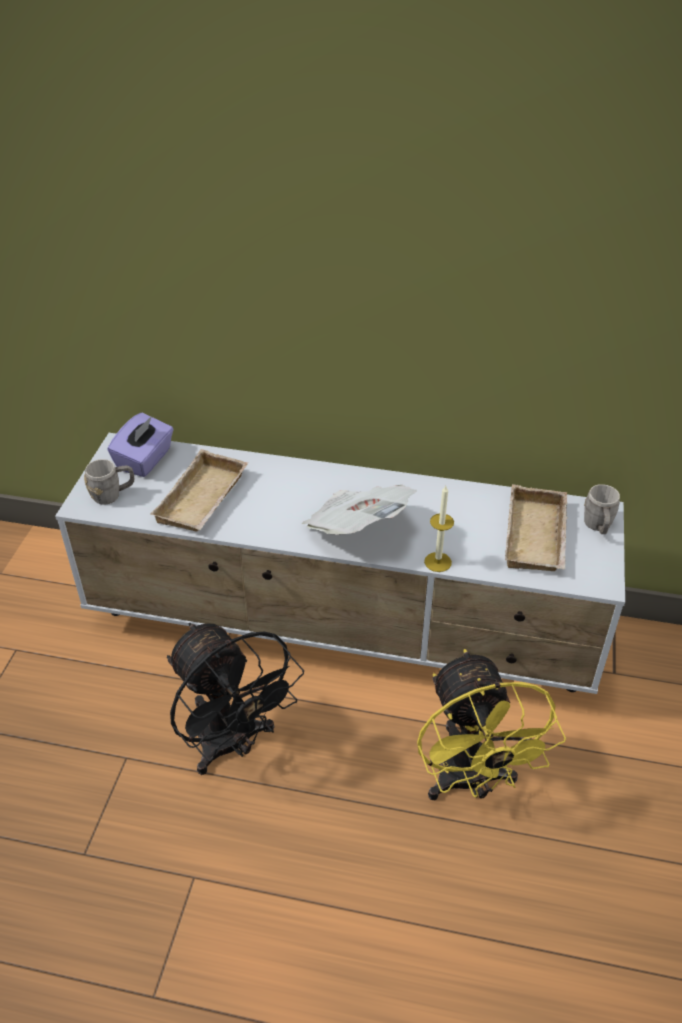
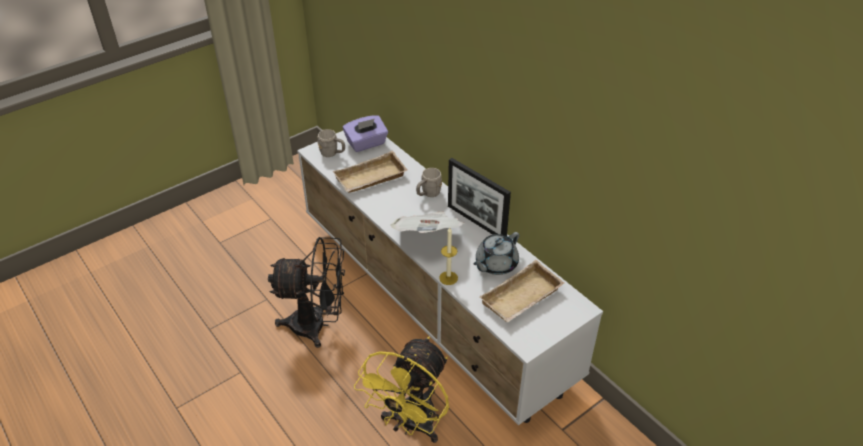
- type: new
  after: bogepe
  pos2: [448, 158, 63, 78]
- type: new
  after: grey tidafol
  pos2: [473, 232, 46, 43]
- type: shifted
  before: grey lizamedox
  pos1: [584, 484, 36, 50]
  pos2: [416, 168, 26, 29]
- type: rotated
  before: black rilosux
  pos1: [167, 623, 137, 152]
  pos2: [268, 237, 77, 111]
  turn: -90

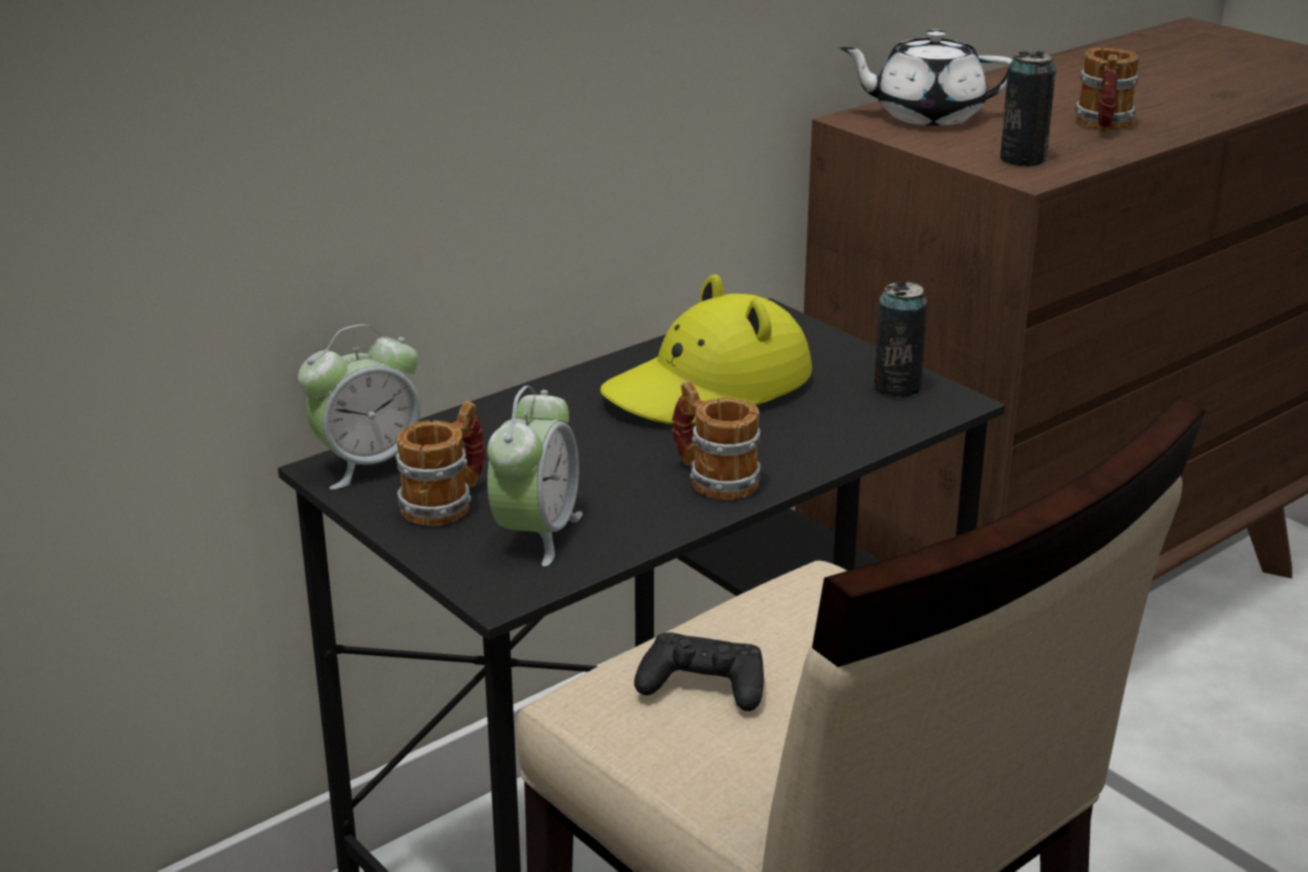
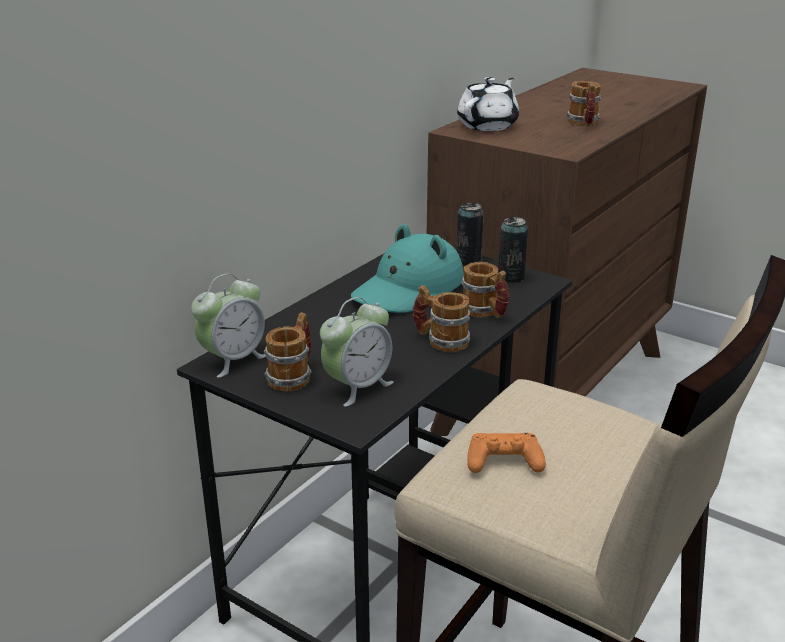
- type: new
  after: lizamedox
  pos2: [461, 262, 48, 56]
- type: shifted
  before: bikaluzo
  pos1: [1000, 51, 56, 116]
  pos2: [457, 203, 27, 63]
- type: repainted
  before: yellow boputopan
  after: turquoise boputopan
  pos1: [600, 274, 212, 150]
  pos2: [351, 224, 113, 89]
- type: repainted
  before: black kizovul
  after: orange kizovul
  pos1: [634, 632, 130, 79]
  pos2: [467, 433, 79, 40]
- type: rotated
  before: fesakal
  pos1: [487, 386, 96, 181]
  pos2: [320, 297, 74, 110]
  turn: 45
- type: rotated
  before: white tidafol
  pos1: [840, 29, 172, 97]
  pos2: [457, 77, 62, 54]
  turn: 135

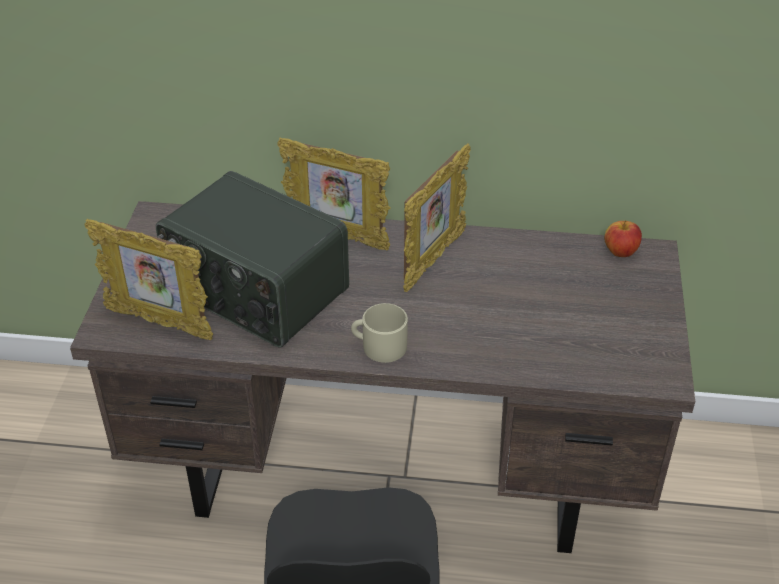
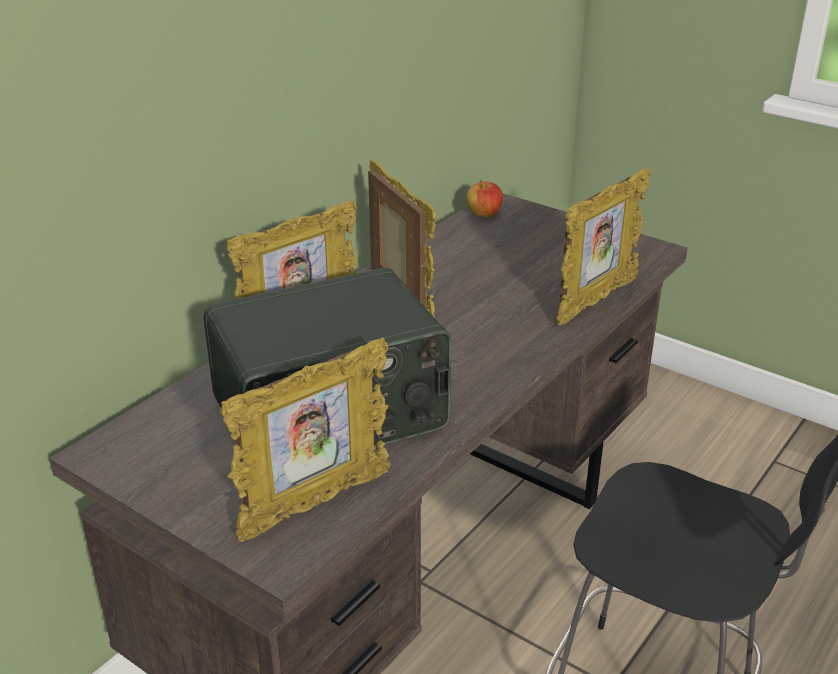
- type: gone
  before: beige lizamedox
  pos1: [351, 303, 57, 60]
- type: new
  after: bogepe
  pos2: [557, 168, 94, 157]

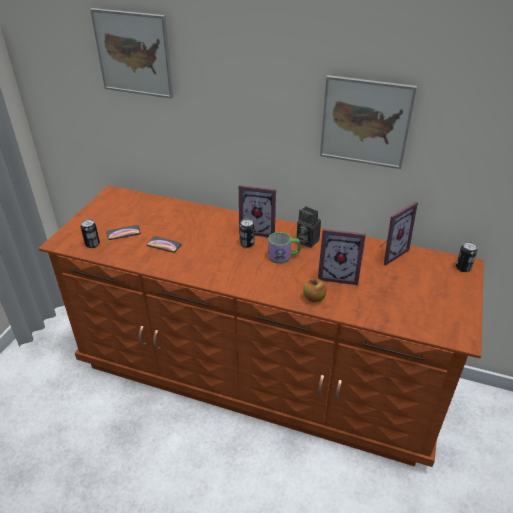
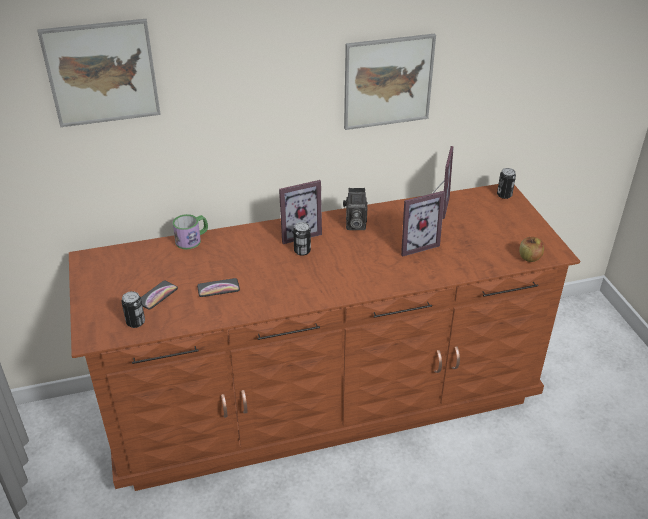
- type: shifted
  before: lizamedox
  pos1: [268, 232, 32, 32]
  pos2: [173, 214, 35, 35]
- type: shifted
  before: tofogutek
  pos1: [303, 278, 24, 25]
  pos2: [519, 237, 25, 25]

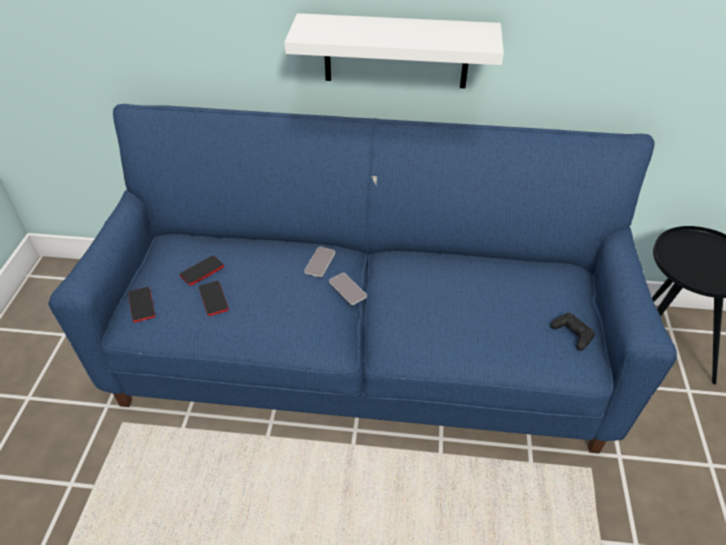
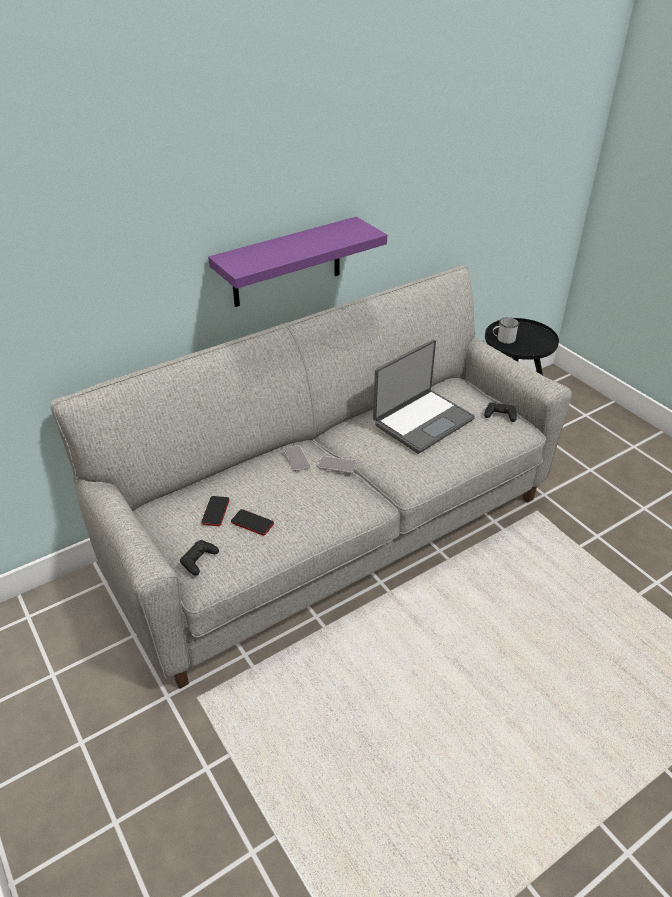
- type: new
  after: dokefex
  pos2: [373, 340, 102, 114]
- type: new
  after: white lizamedox
  pos2: [493, 317, 26, 27]
- type: swapped
  before: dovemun
  after: black kizovul
  pos1: [128, 287, 27, 36]
  pos2: [180, 540, 39, 36]
- type: repainted
  before: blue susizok
  after: grey susizok
  pos1: [48, 104, 629, 349]
  pos2: [50, 265, 522, 424]
- type: repainted
  before: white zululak
  after: purple zululak
  pos1: [284, 13, 220, 75]
  pos2: [208, 217, 179, 90]

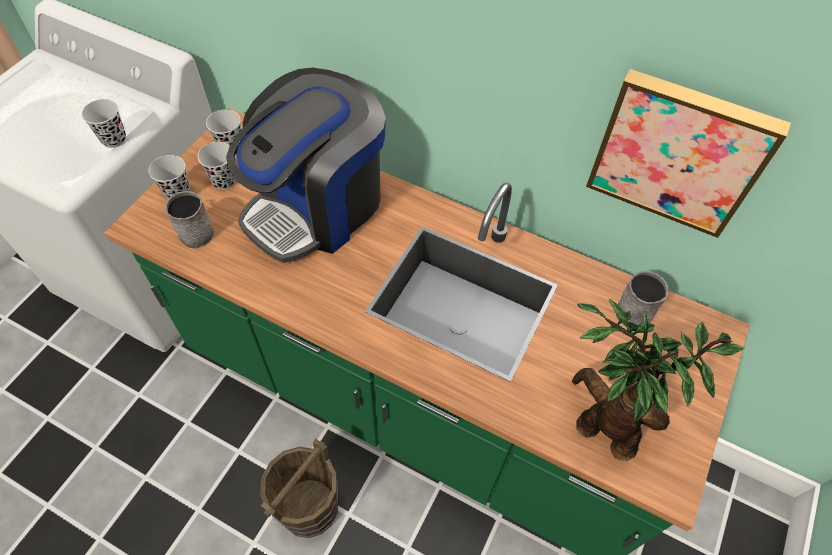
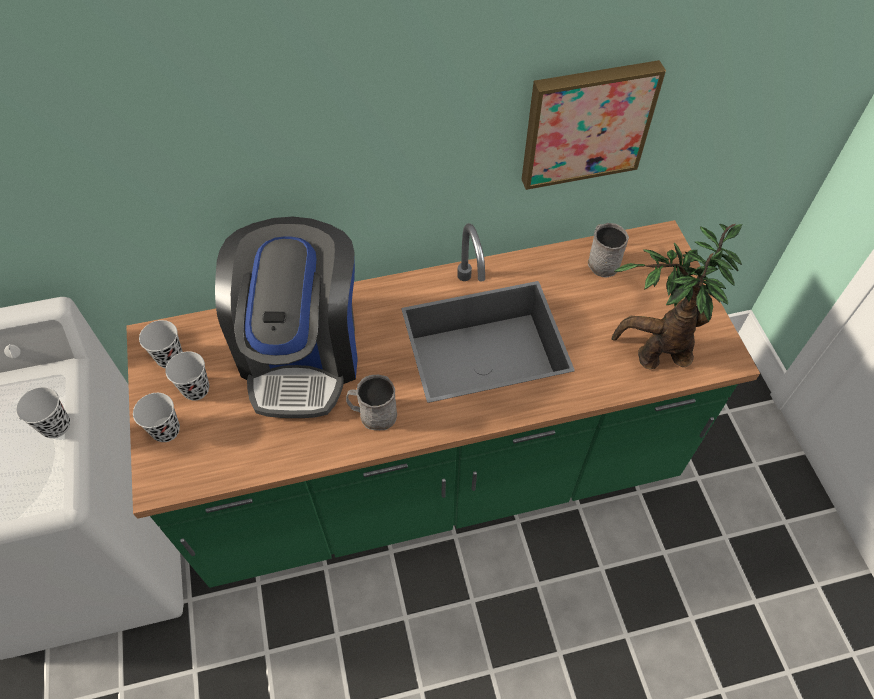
- type: gone
  before: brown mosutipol
  pos1: [260, 438, 78, 100]
- type: shifted
  before: grey lizamedox
  pos1: [165, 191, 49, 57]
  pos2: [346, 375, 51, 55]

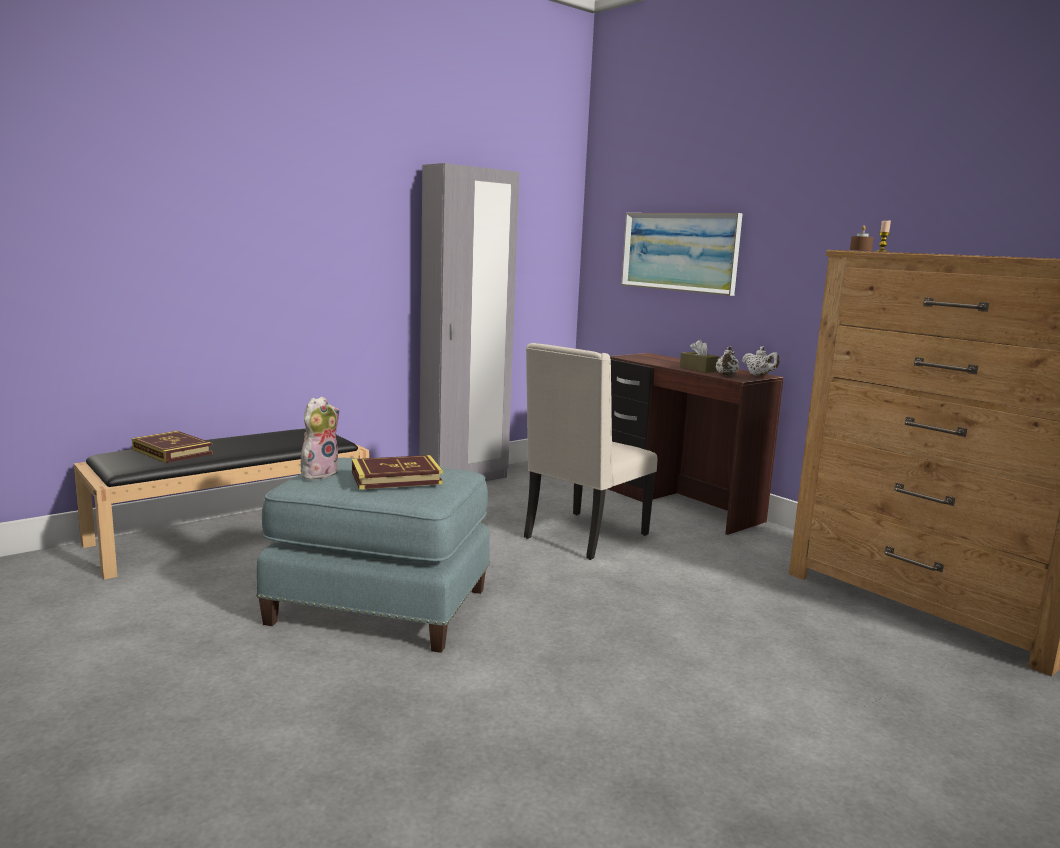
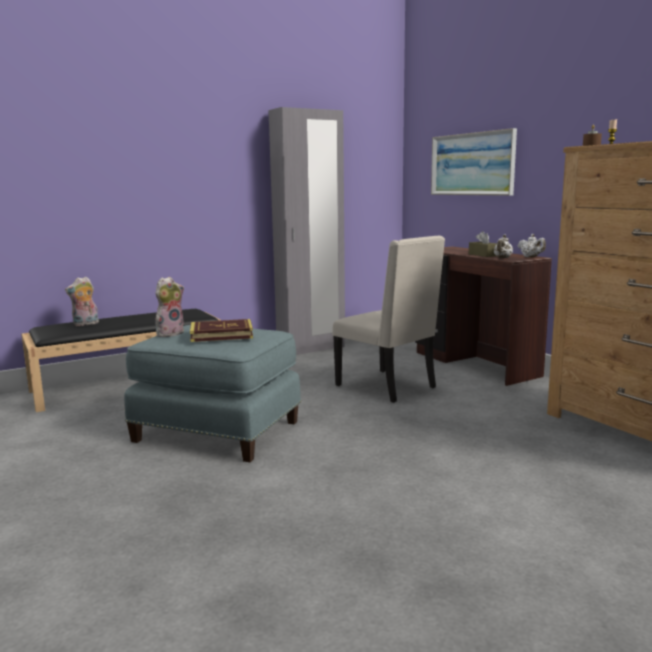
- type: swapped
  before: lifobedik
  after: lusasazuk
  pos1: [132, 431, 81, 32]
  pos2: [65, 276, 34, 50]
- type: rotated
  before: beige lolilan
  pos1: [524, 343, 133, 217]
  pos2: [333, 236, 112, 167]
  turn: -90

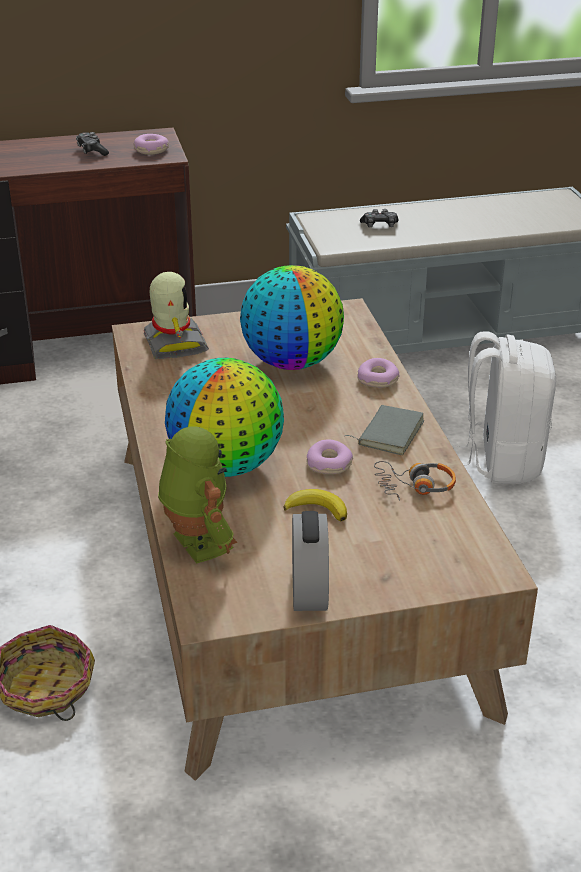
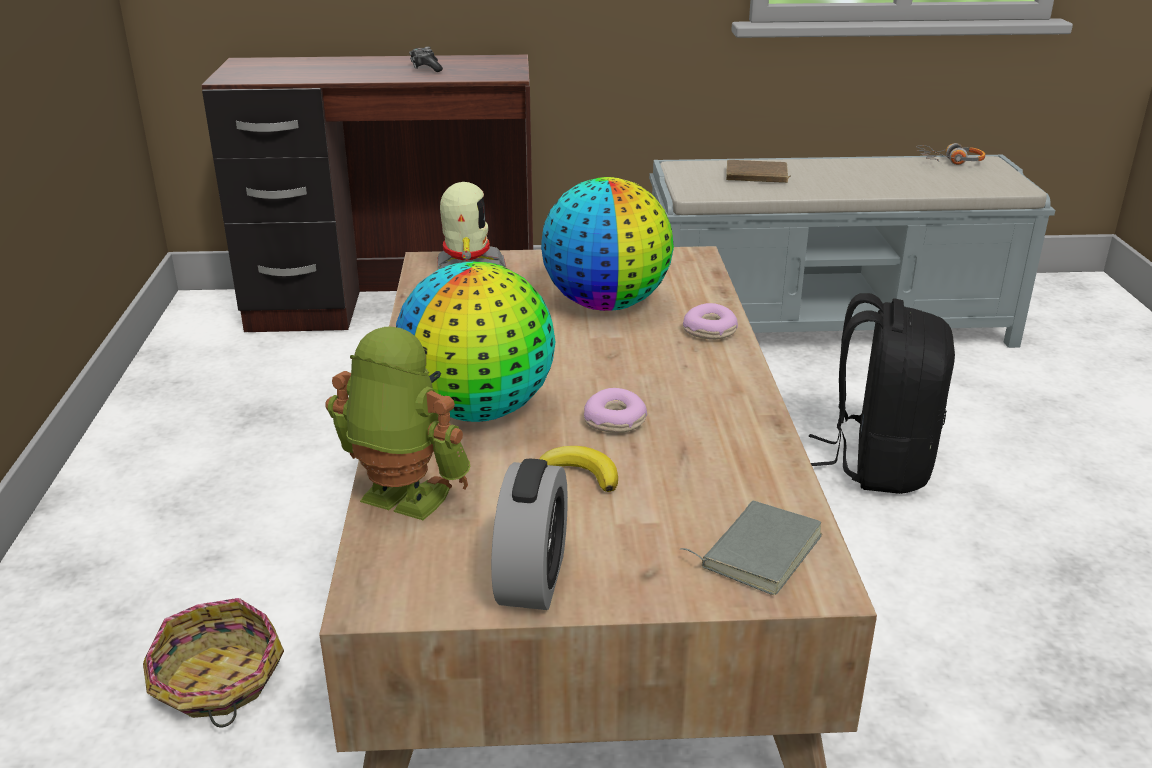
- type: gone
  before: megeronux
  pos1: [134, 134, 35, 21]
- type: shifted
  before: grey lifobedik
  pos1: [345, 405, 79, 50]
  pos2: [679, 501, 143, 94]
- type: shifted
  before: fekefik
  pos1: [374, 461, 82, 40]
  pos2: [916, 143, 69, 22]
- type: swapped
  before: kizovul
  after: brown lifobedik
  pos1: [360, 209, 39, 18]
  pos2: [726, 160, 65, 23]
- type: repainted
  before: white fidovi
  after: black fidovi
  pos1: [450, 331, 106, 153]
  pos2: [809, 293, 146, 201]
- type: rotated
  before: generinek
  pos1: [158, 426, 80, 137]
  pos2: [325, 326, 145, 194]
  turn: -45

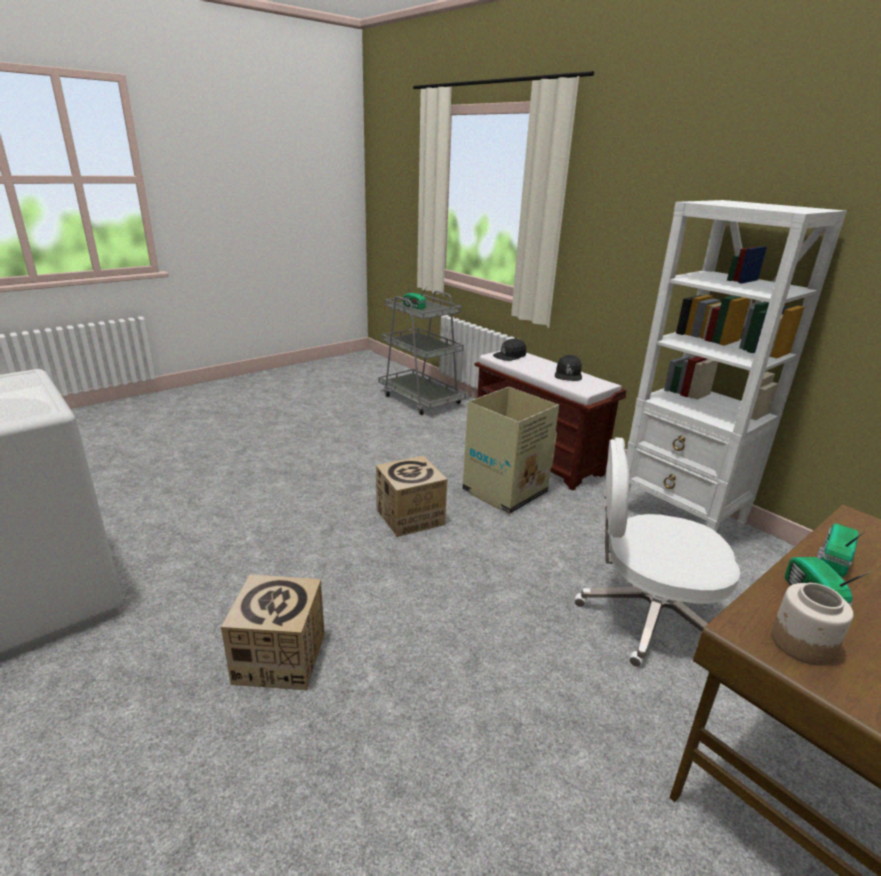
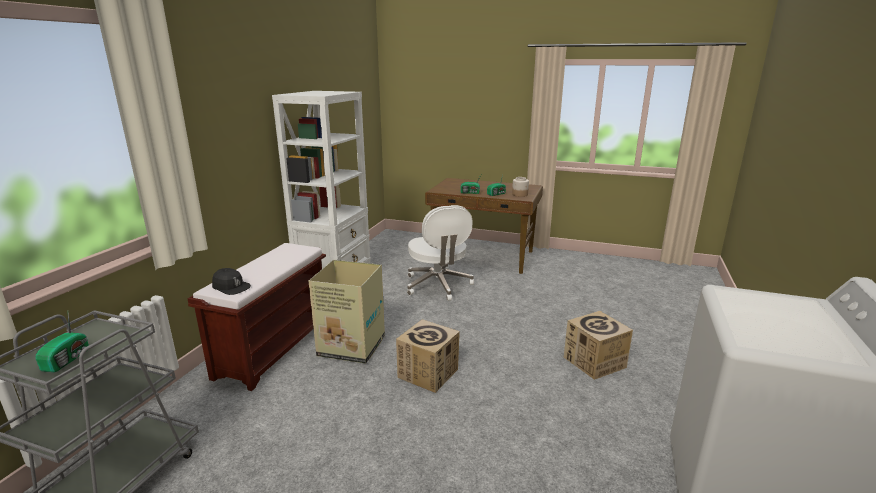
- type: gone
  before: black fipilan
  pos1: [555, 355, 27, 26]

